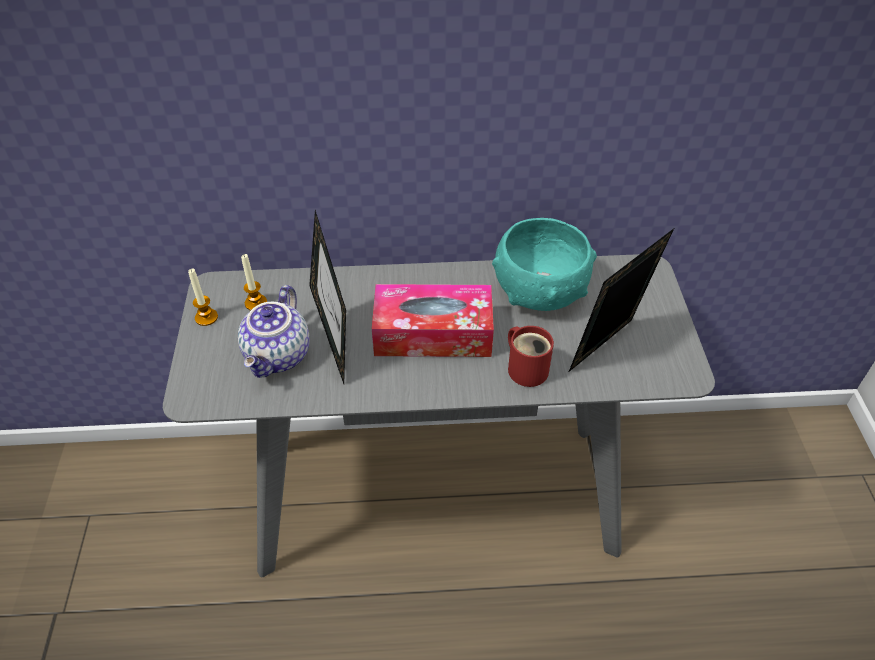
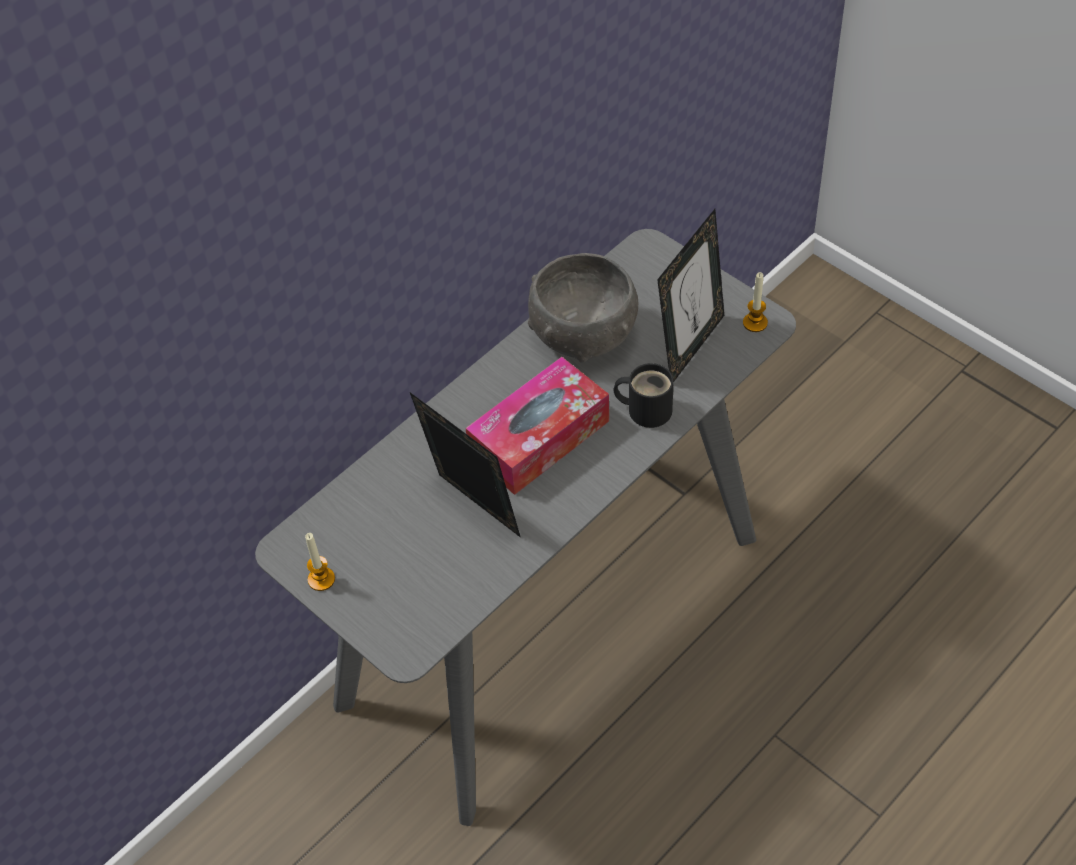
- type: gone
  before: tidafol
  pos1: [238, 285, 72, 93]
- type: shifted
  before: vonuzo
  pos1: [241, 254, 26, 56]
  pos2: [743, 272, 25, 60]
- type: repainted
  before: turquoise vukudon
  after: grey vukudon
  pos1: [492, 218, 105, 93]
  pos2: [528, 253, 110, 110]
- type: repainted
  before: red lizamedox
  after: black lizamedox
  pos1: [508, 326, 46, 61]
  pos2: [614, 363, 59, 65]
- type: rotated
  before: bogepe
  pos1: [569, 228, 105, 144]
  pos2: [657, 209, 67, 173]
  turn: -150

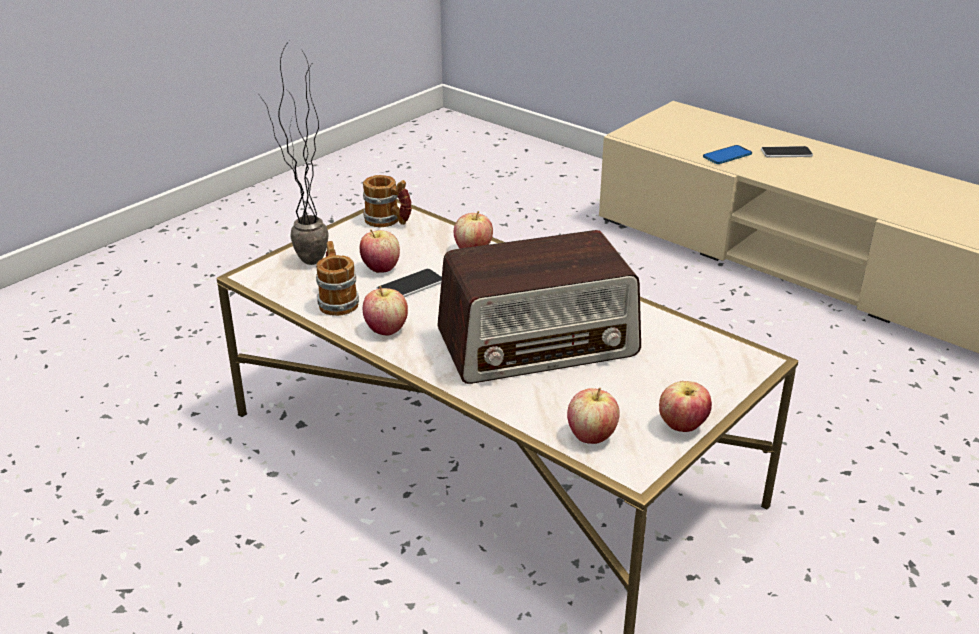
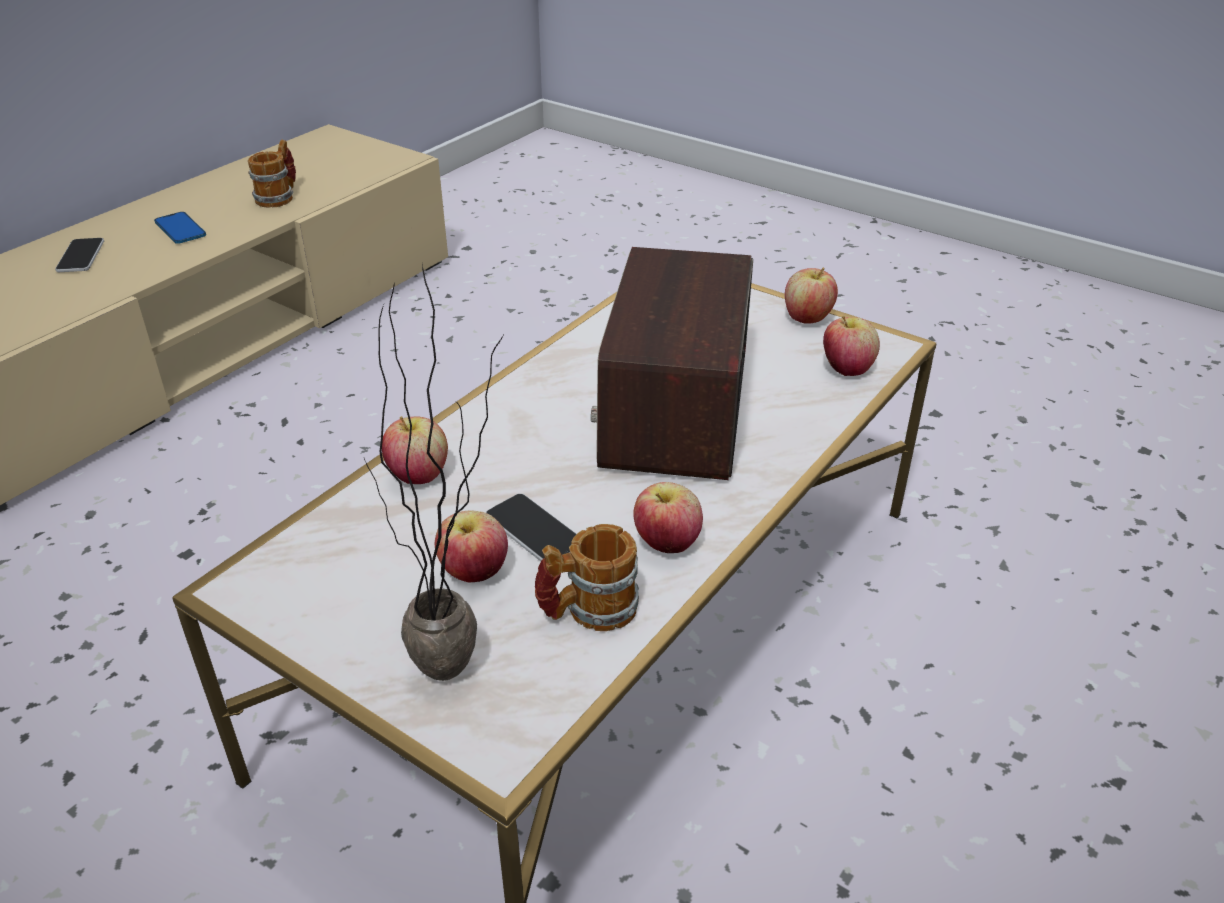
- type: shifted
  before: lizamedox
  pos1: [363, 175, 49, 52]
  pos2: [248, 140, 48, 68]
- type: shifted
  before: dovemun
  pos1: [703, 145, 49, 19]
  pos2: [154, 212, 52, 32]
- type: rotated
  before: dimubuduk
  pos1: [437, 230, 204, 154]
  pos2: [591, 247, 162, 233]
  turn: -150

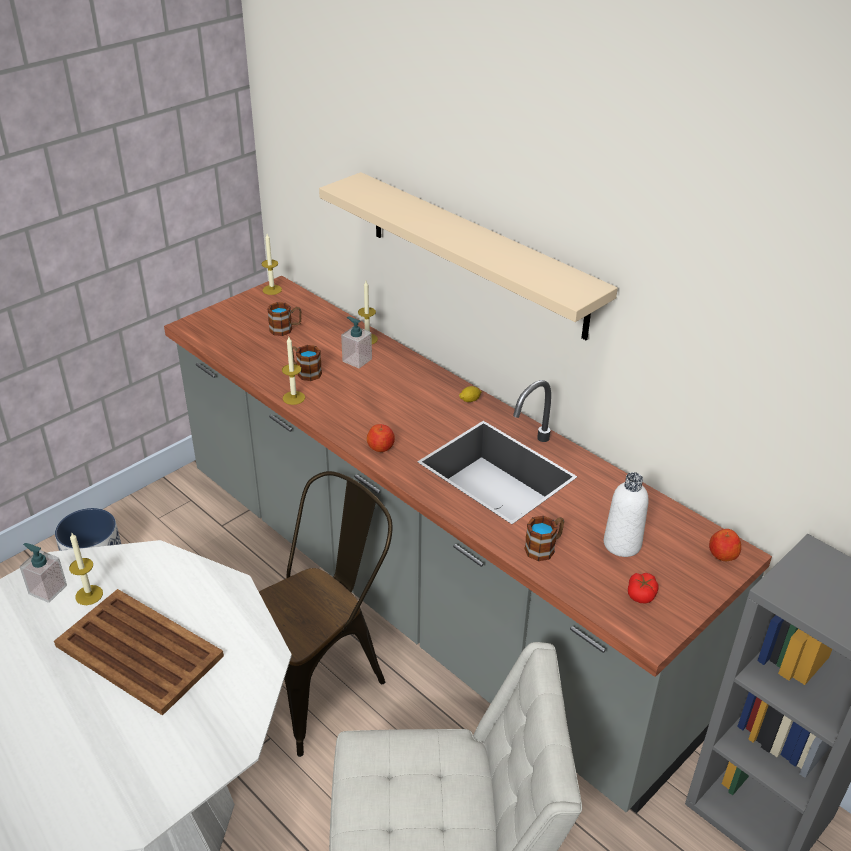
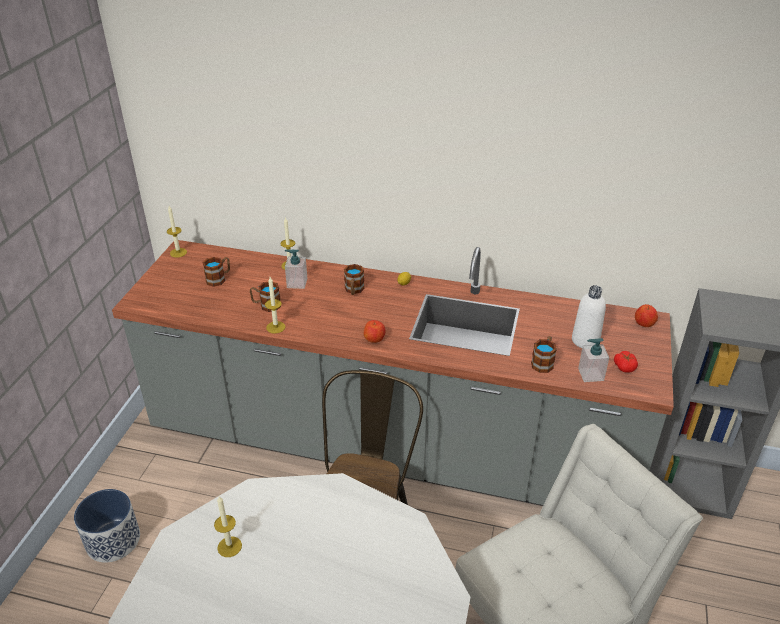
- type: gone
  before: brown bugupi
  pos1: [54, 589, 170, 126]
- type: gone
  before: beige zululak
  pos1: [319, 172, 299, 168]
- type: new
  after: lizamedox
  pos2: [344, 264, 21, 31]
- type: shifted
  before: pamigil
  pos1: [19, 543, 48, 60]
  pos2: [578, 338, 31, 44]

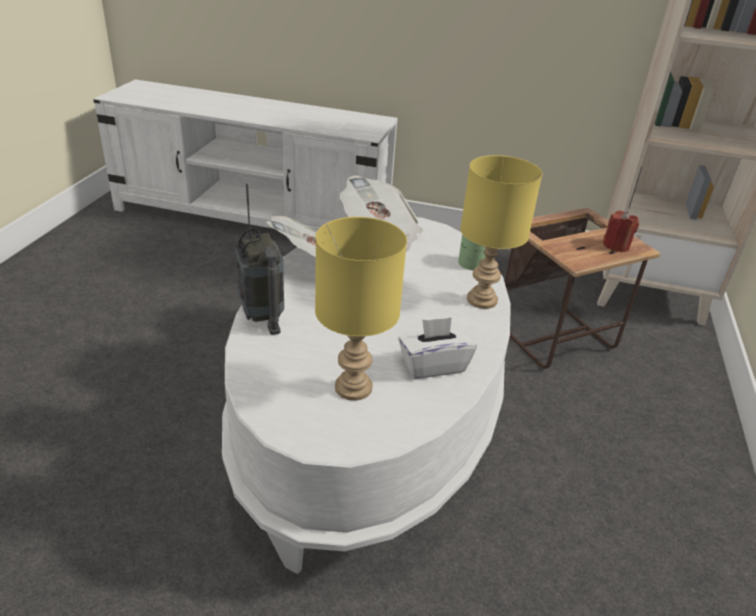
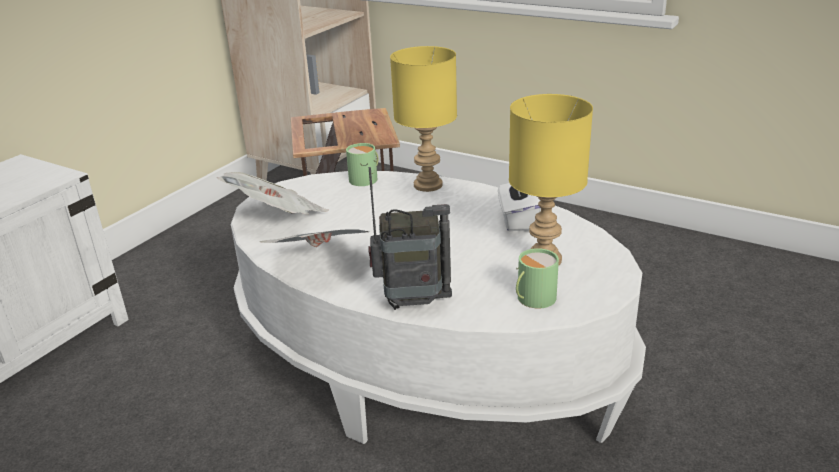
- type: gone
  before: red vonuzo
  pos1: [603, 211, 36, 41]
- type: new
  after: green lizamedox
  pos2: [516, 248, 43, 61]

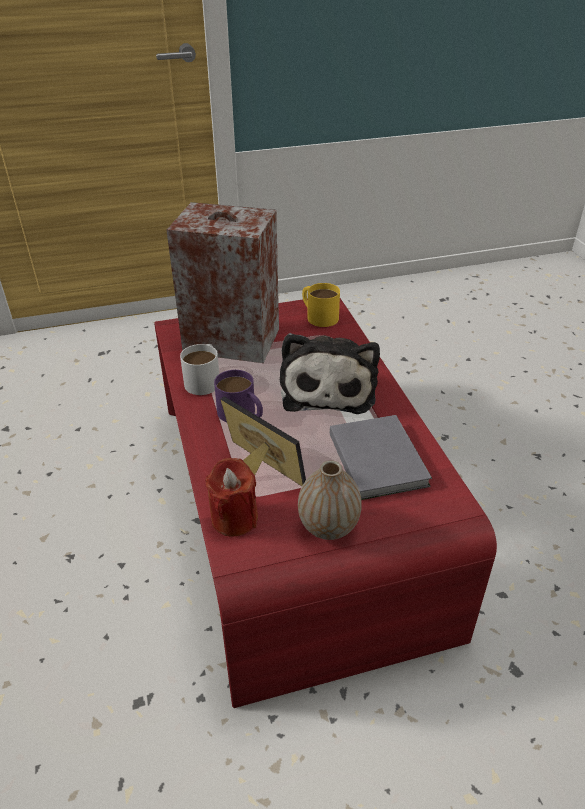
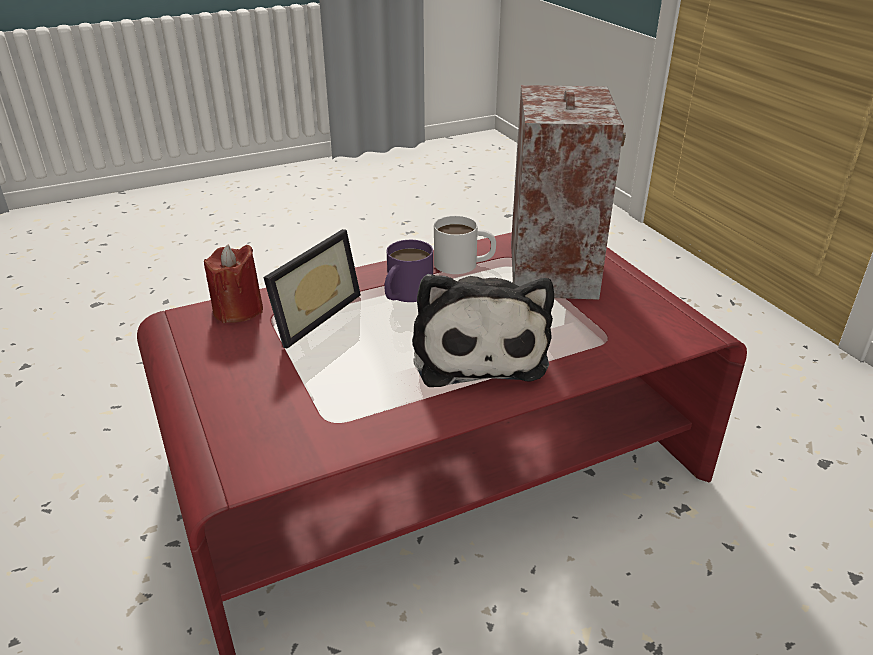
- type: gone
  before: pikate
  pos1: [298, 460, 64, 80]
- type: gone
  before: yellow lizamedox
  pos1: [302, 283, 38, 44]
- type: gone
  before: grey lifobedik
  pos1: [330, 415, 102, 85]
- type: rotated
  before: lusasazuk
  pos1: [280, 333, 100, 81]
  pos2: [412, 274, 142, 113]
  turn: -90

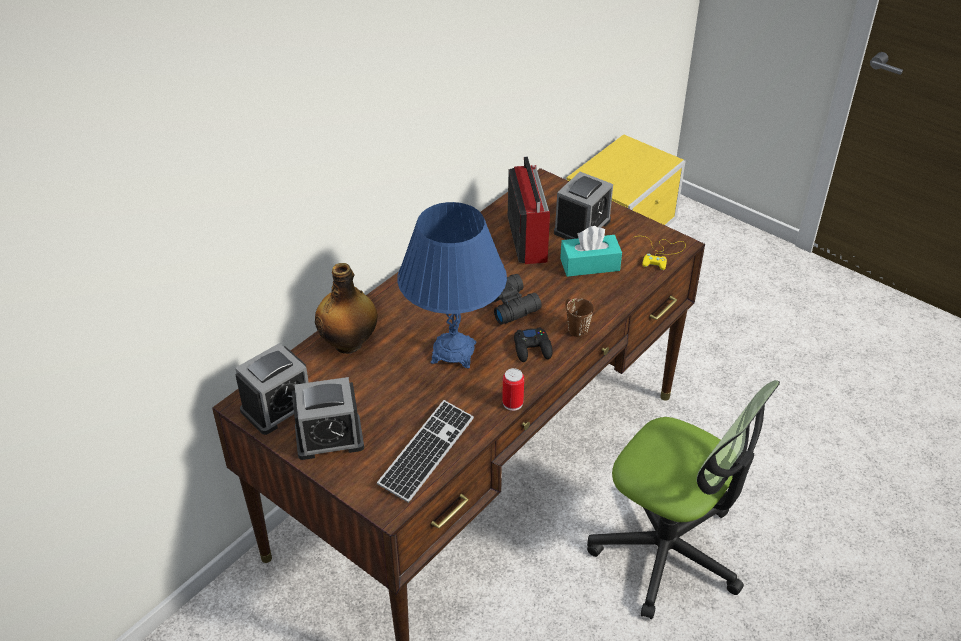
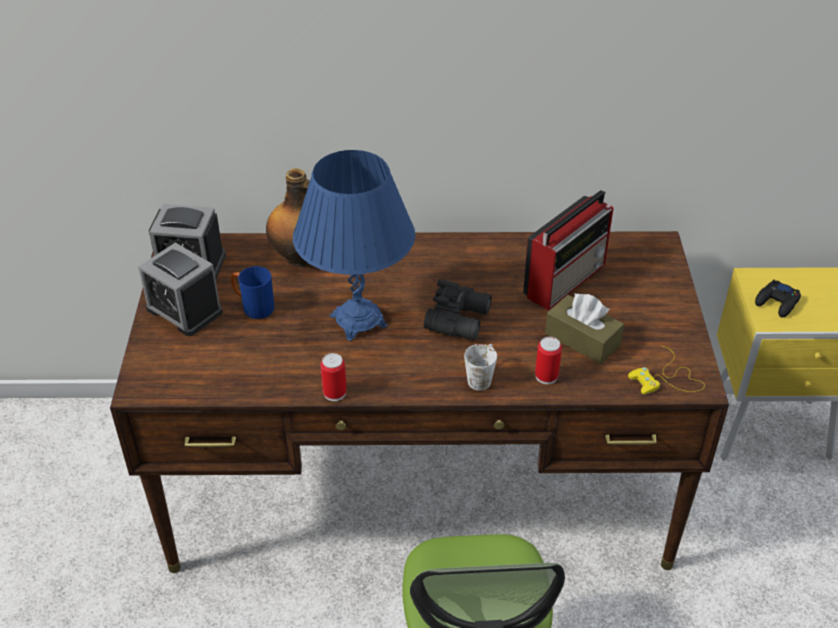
- type: gone
  before: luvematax
  pos1: [377, 400, 97, 103]
- type: gone
  before: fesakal
  pos1: [554, 172, 59, 68]
- type: new
  after: blue lizamedox
  pos2: [231, 266, 44, 53]
- type: new
  after: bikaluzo
  pos2: [535, 337, 27, 47]
- type: shifted
  before: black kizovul
  pos1: [514, 327, 39, 35]
  pos2: [755, 280, 46, 37]
- type: repainted
  before: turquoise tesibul
  after: brown tesibul
  pos1: [560, 226, 62, 51]
  pos2: [545, 293, 79, 71]
- type: repainted
  before: brown lizamedox
  after: white lizamedox
  pos1: [565, 298, 29, 39]
  pos2: [464, 344, 33, 47]

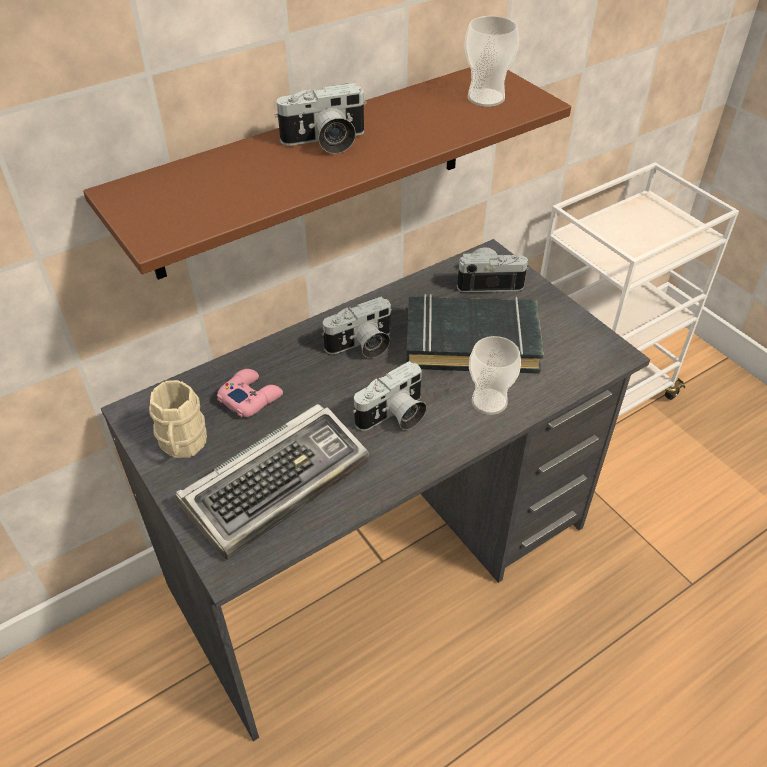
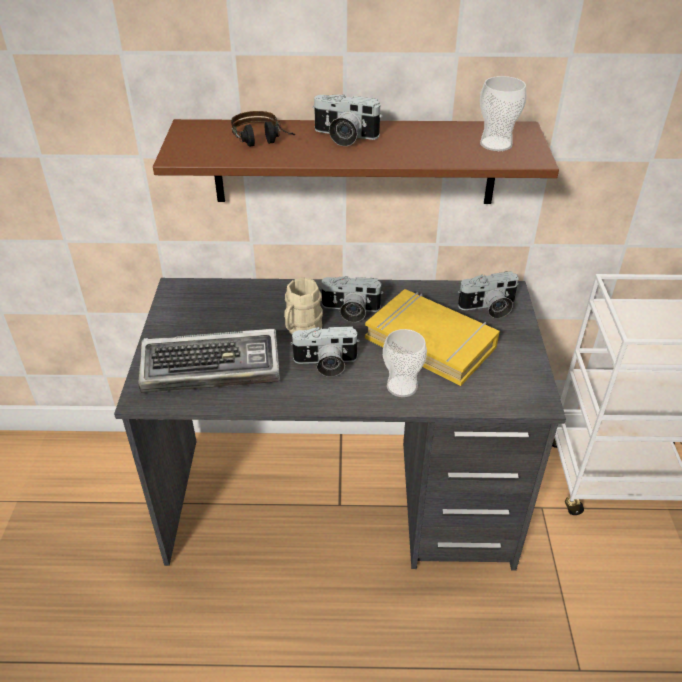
- type: gone
  before: pink kizovul
  pos1: [217, 369, 66, 48]
- type: new
  after: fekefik
  pos2: [231, 111, 64, 36]
- type: shifted
  before: beige lizamedox
  pos1: [149, 380, 58, 78]
  pos2: [284, 277, 39, 57]
- type: repainted
  before: black lifobedik
  after: yellow lifobedik
  pos1: [406, 294, 138, 80]
  pos2: [365, 289, 135, 97]
- type: rotated
  before: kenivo
  pos1: [456, 247, 73, 45]
  pos2: [458, 271, 61, 47]
  turn: 135

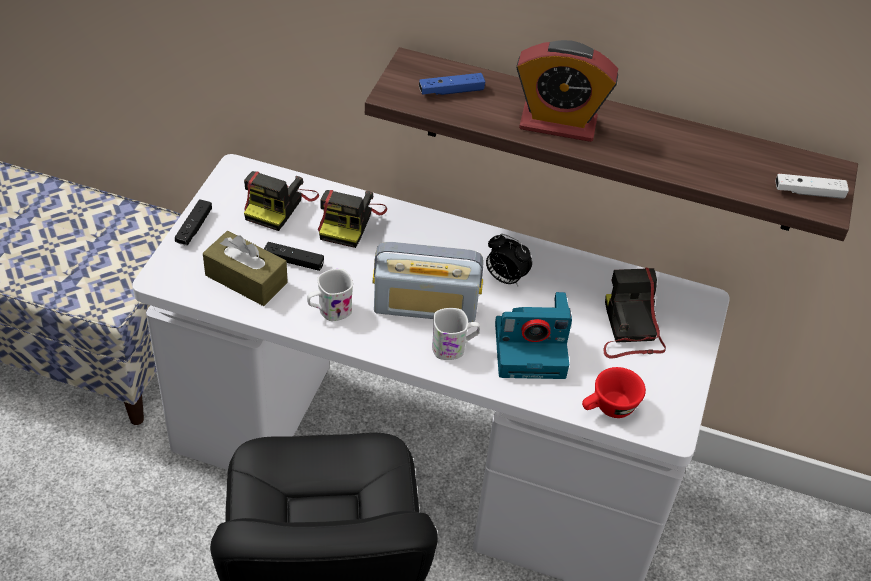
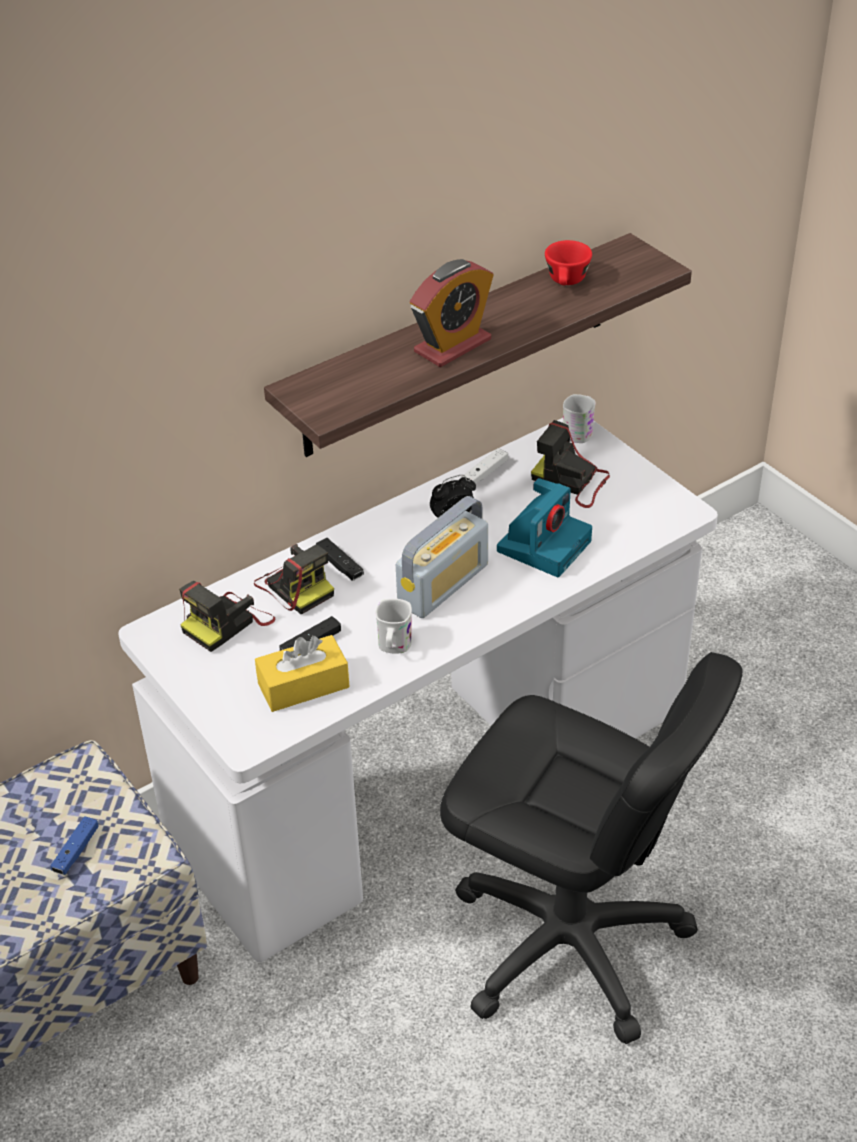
- type: shifted
  before: black kizovul
  pos1: [175, 199, 37, 46]
  pos2: [316, 538, 48, 42]
- type: shifted
  before: blue kizovul
  pos1: [419, 73, 66, 22]
  pos2: [50, 817, 49, 58]
- type: shifted
  before: white lizamedox
  pos1: [432, 308, 48, 52]
  pos2: [563, 394, 33, 49]
- type: shifted
  before: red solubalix
  pos1: [582, 367, 64, 51]
  pos2: [545, 240, 47, 45]
- type: shifted
  before: white kizovul
  pos1: [776, 173, 73, 26]
  pos2: [462, 448, 46, 36]
- type: repainted
  before: brown tesibul
  after: yellow tesibul
  pos1: [203, 231, 85, 75]
  pos2: [255, 635, 95, 77]
- type: rotated
  before: kenivo
  pos1: [244, 171, 75, 60]
  pos2: [179, 581, 96, 71]
  turn: 75

